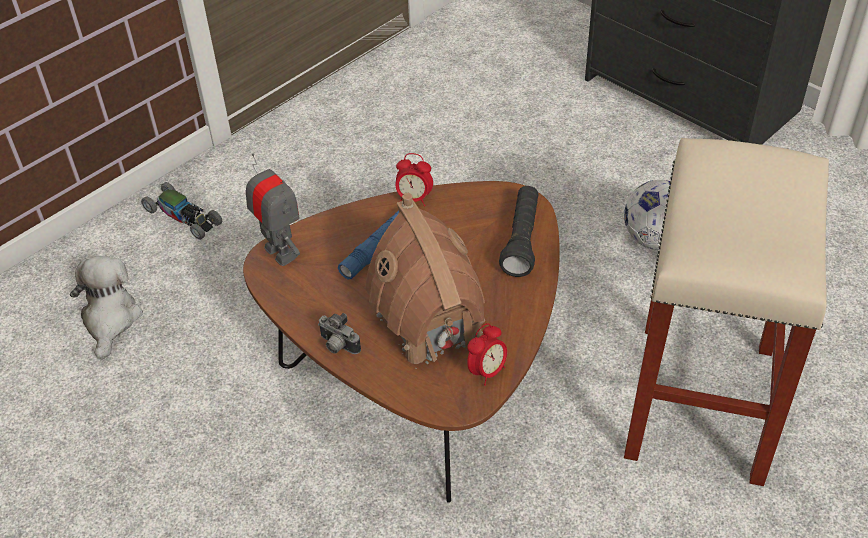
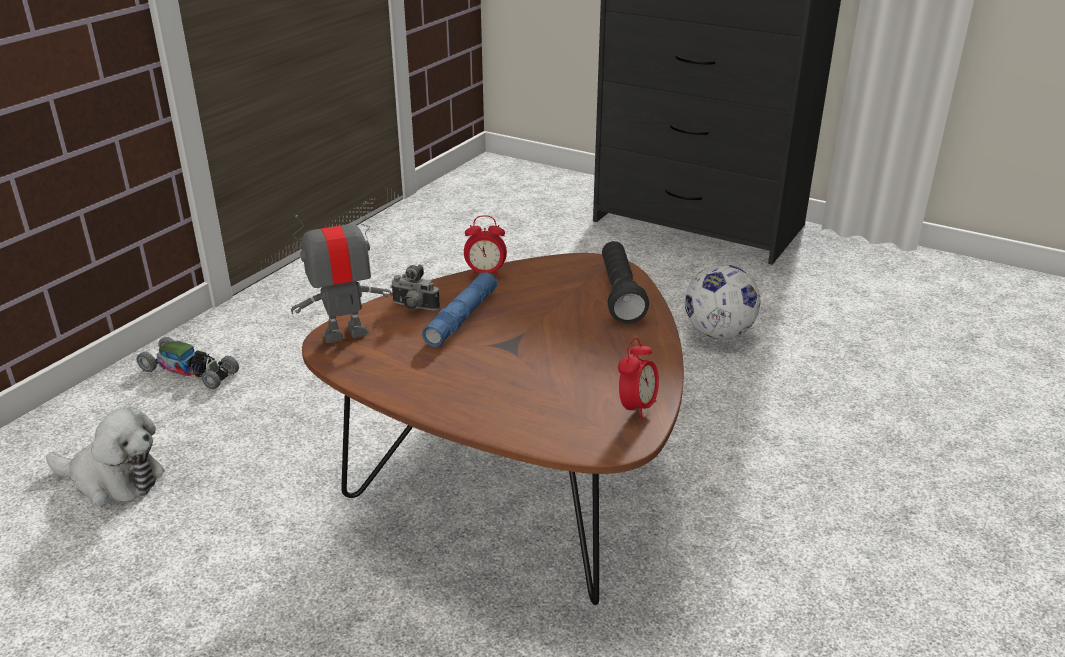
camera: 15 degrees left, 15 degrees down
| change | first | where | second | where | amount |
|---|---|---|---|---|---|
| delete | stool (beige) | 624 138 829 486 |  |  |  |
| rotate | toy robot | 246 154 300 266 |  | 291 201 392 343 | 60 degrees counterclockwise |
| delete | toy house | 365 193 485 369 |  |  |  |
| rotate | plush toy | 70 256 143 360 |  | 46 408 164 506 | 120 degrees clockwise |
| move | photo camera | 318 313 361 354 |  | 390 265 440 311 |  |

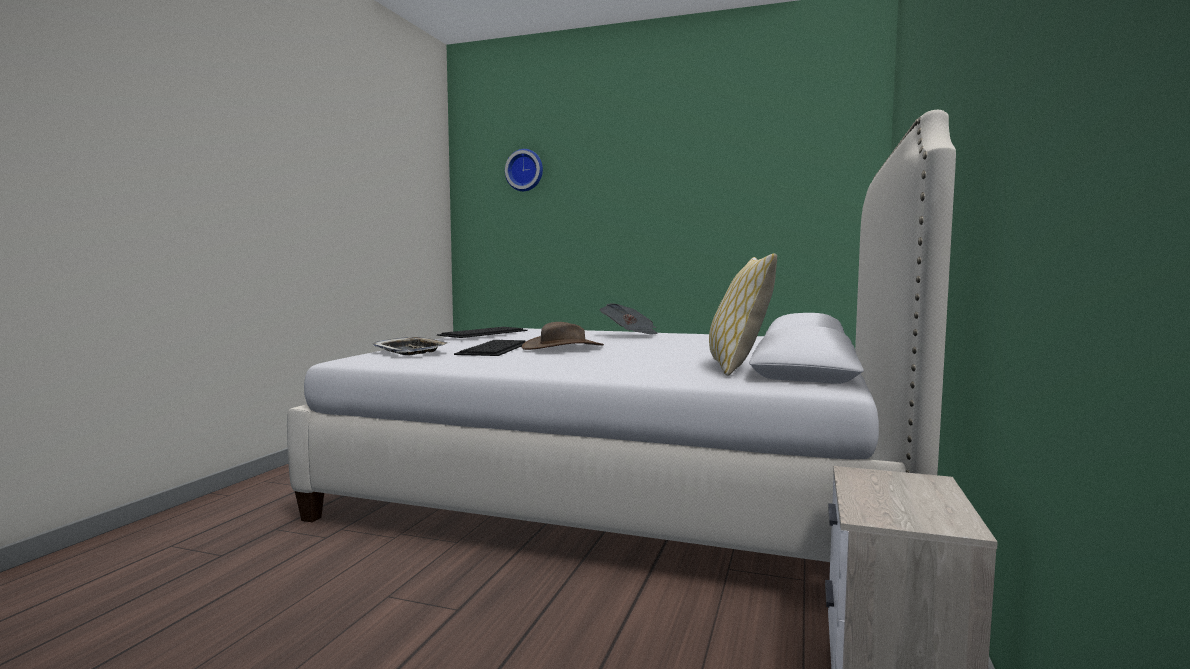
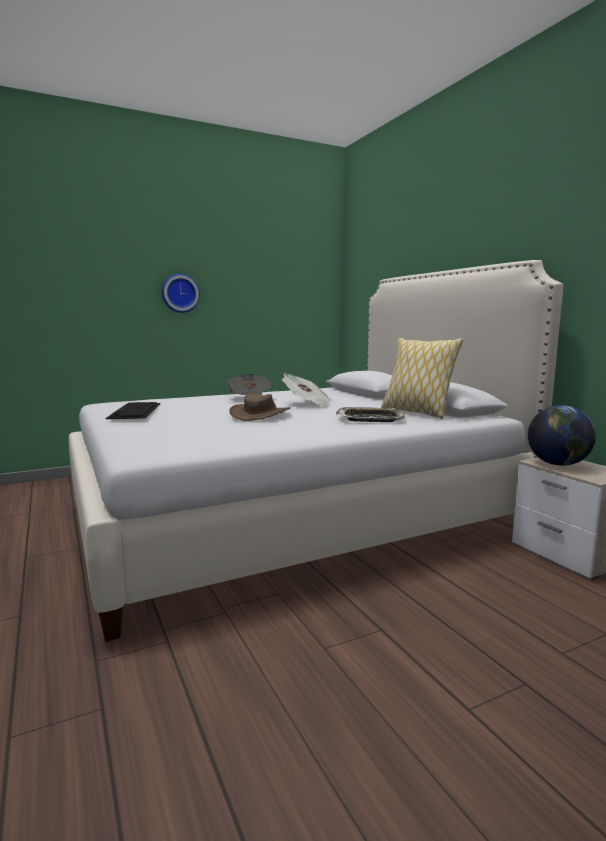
camera: 45 degrees left, 5 degrees up
| change | first | where | second | where | amount |
|---|---|---|---|---|---|
| move | wall clock | 505 149 543 191 |  | 162 274 200 313 |  |
| move | tray | 371 337 450 355 |  | 336 407 405 422 |  |
| delete | keyboard | 454 340 526 356 |  |  |  |
| insert |  |  | newspaper | 282 374 332 407 |  |
| insert |  |  | globe | 528 405 596 466 |  |

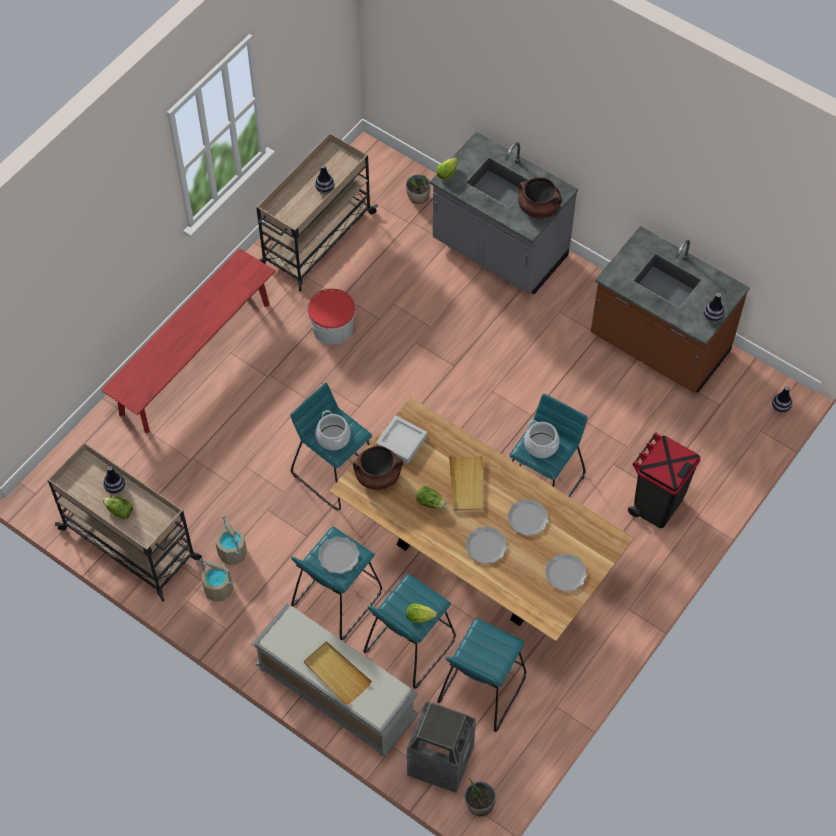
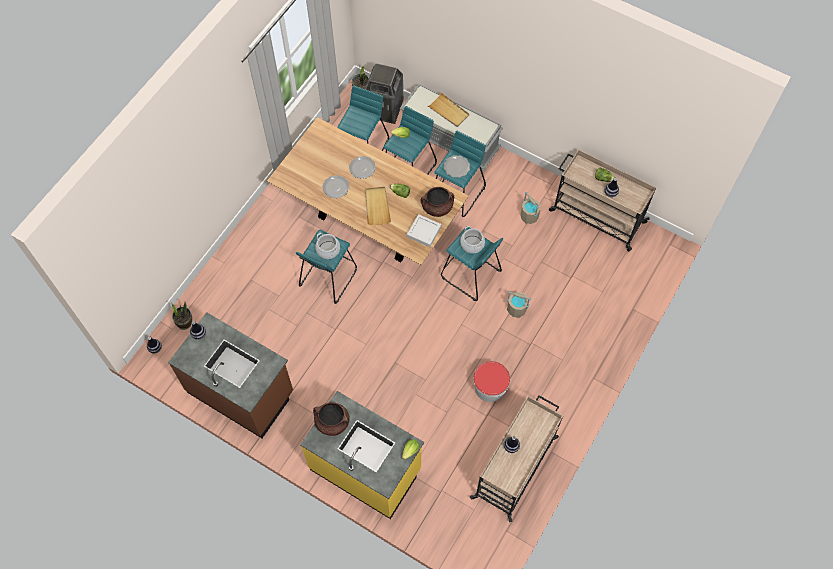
camera: 175 degrees right, 5 degrees up
| change | first | where | second | where | amount |
|---|---|---|---|---|---|
| recolor | counter (grey) | 430 132 578 294 | counter (yellow) | 300 391 424 519 |  |
| move | potted plant | 406 175 431 205 |  | 171 302 192 330 |  |
| delete | bench (red) | 101 248 275 433 |  |  |  |
| delete | trash can (black) | 628 433 701 528 |  |  |  |
| delete | plate | 545 553 587 591 |  |  |  |
| move | bucket (beige) | 199 558 233 602 |  | 507 291 531 318 |  |

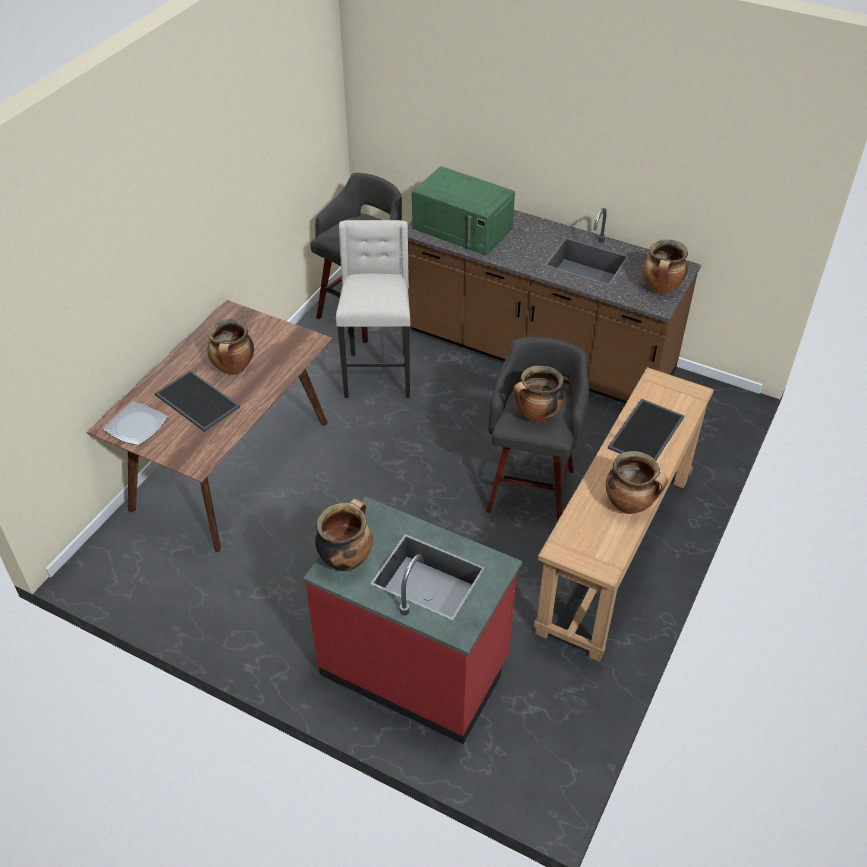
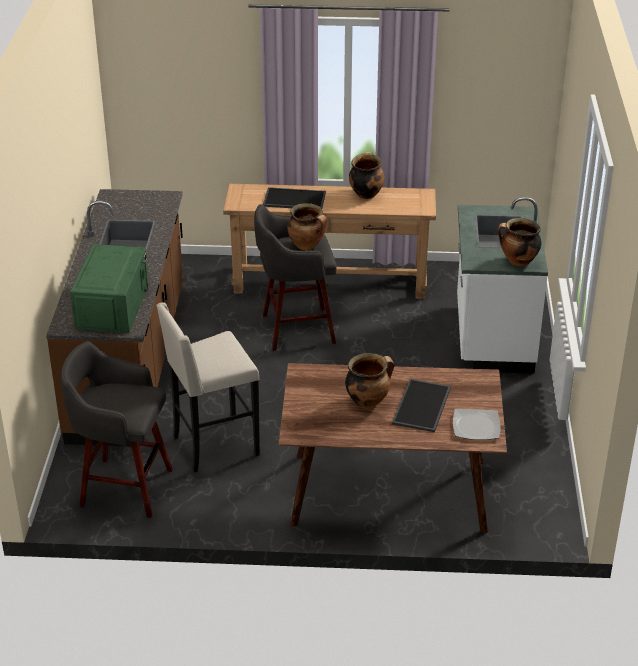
camera: 115 degrees left, 10 degrees down
| change | first | where | second | where | amount |
|---|---|---|---|---|---|
| delete | cooking pot | 642 240 688 294 |  |  |  |
| recolor | counter (red) | 303 496 522 744 | counter (white) | 457 197 548 374 |  |

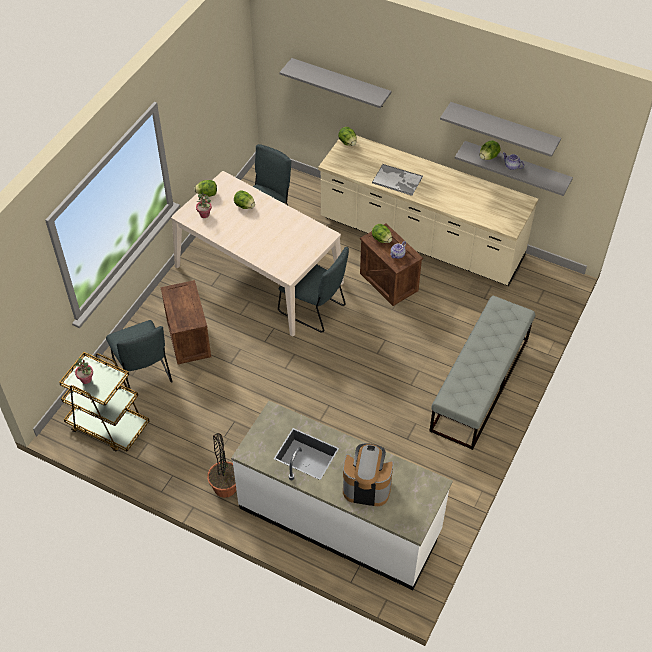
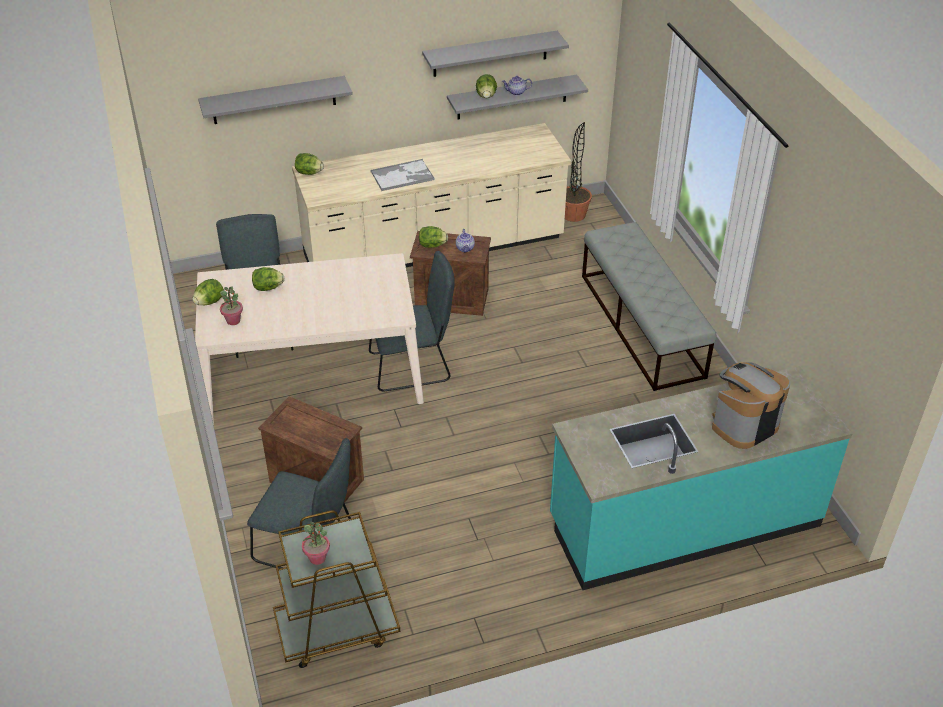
camera: 45 degrees left, 10 degrees down
| change | first | where | second | where | amount |
|---|---|---|---|---|---|
| recolor | counter (white) | 231 401 453 590 | counter (turquoise) | 550 366 852 590 |  |
| move | potted plant | 207 433 236 498 |  | 565 122 592 222 |  |

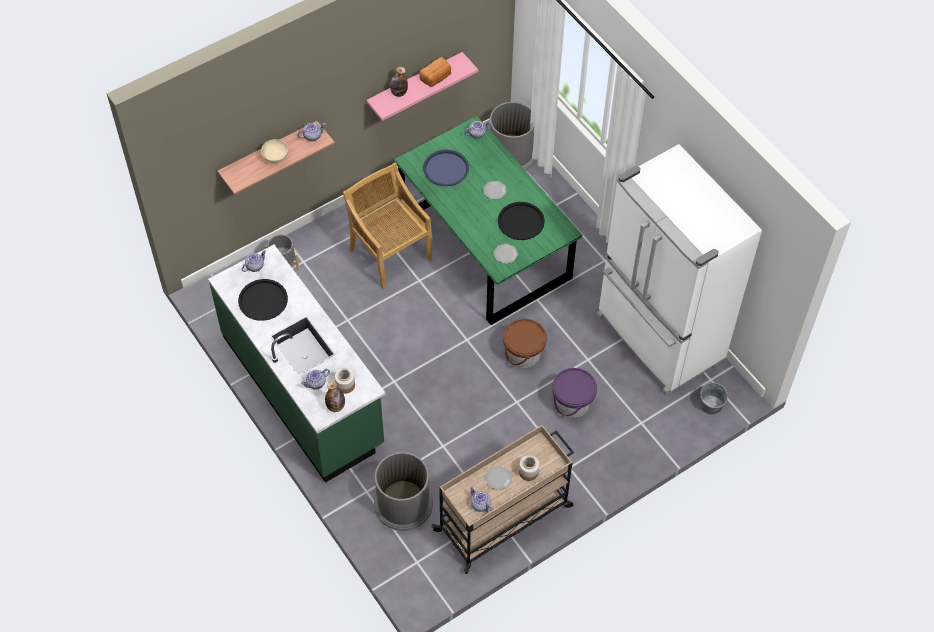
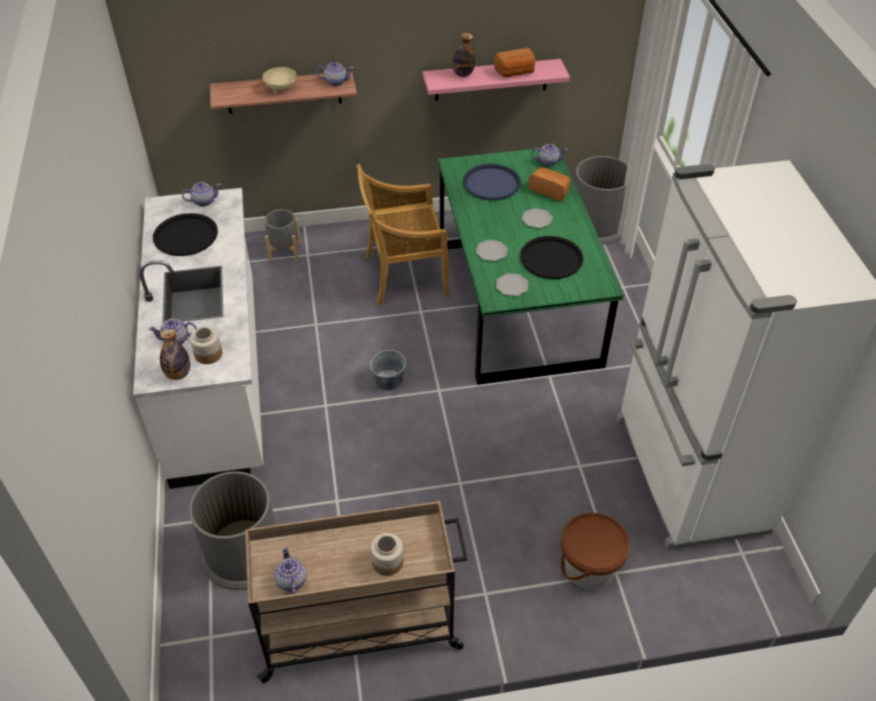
camera: 25 degrees right, 10 degrees down
| change | first | where | second | where | amount |
|---|---|---|---|---|---|
| rotate | chair (beige) | 343 163 432 290 |  | 356 164 449 306 | 90 degrees counterclockwise |
| recolor | counter (green) | 208 245 386 483 | counter (white) | 133 188 263 489 |  |
| move | bucket (brown) | 503 319 547 368 |  | 561 513 630 590 |  |
| delete | bucket (purple) | 552 368 597 418 |  |  |  |
| move | bucket (grey) | 700 383 728 415 |  | 370 350 406 391 |  |
| move | plate | 485 466 512 490 |  | 476 240 508 261 |  |
| insert |  |  | bread | 528 167 571 201 |  |

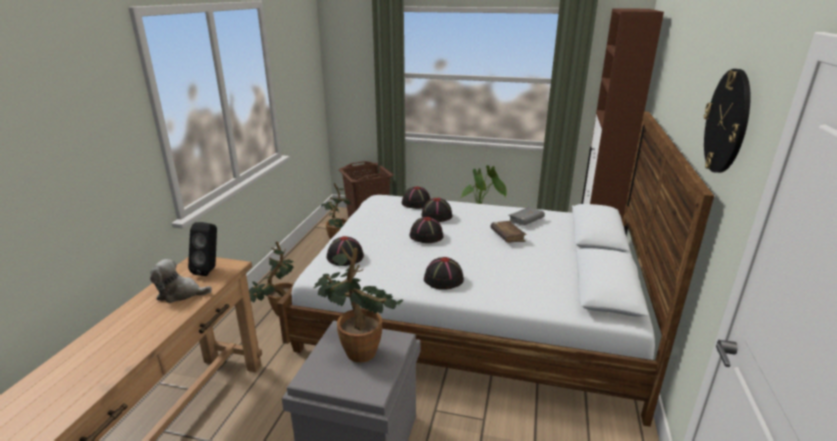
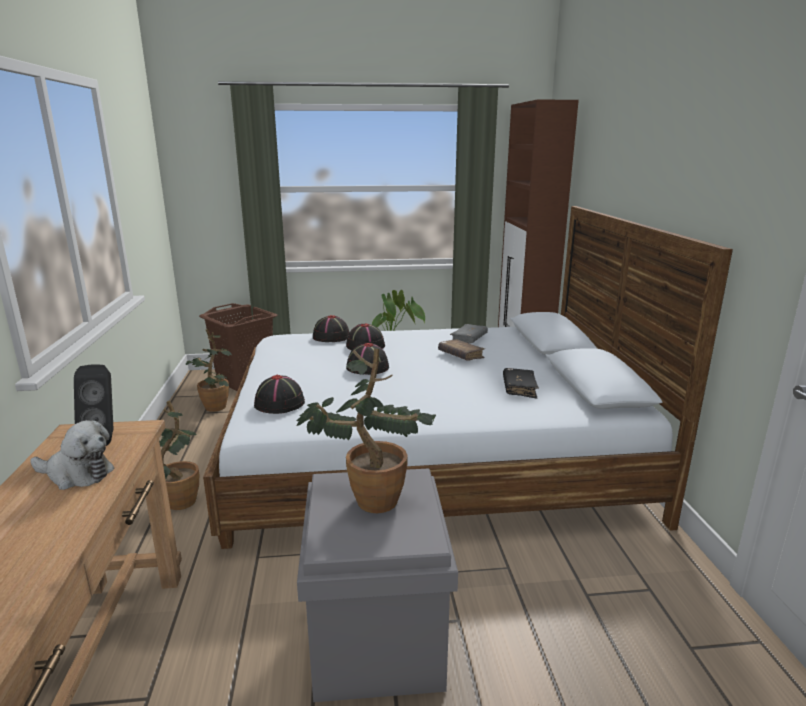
camera: 20 degrees left, 5 degrees down
| change | first | where | second | where | amount |
|---|---|---|---|---|---|
| delete | wall clock | 704 69 751 173 |  |  |  |
| delete | hat (black) | 424 257 464 290 |  |  |  |
| rotate | plush toy | 150 259 212 303 |  | 30 420 115 490 | 150 degrees counterclockwise |
| insert |  |  | book (black) | 503 368 539 398 |  |

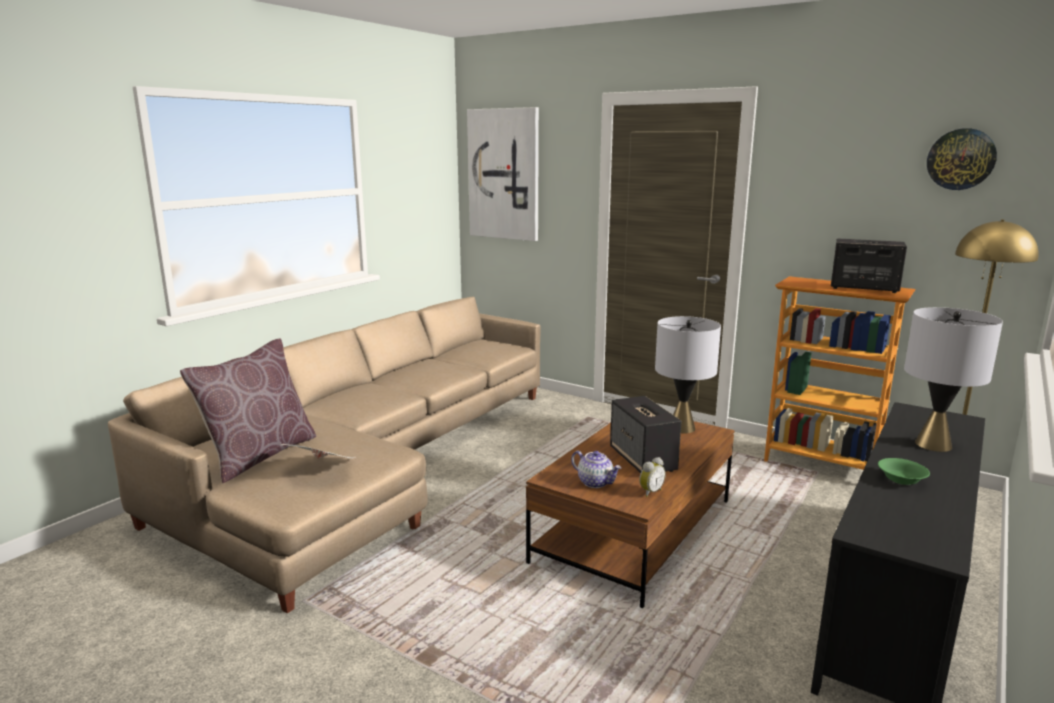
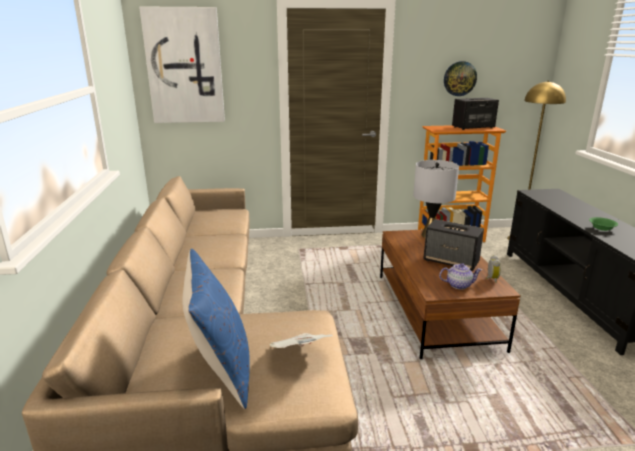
camera: 40 degrees left, 5 degrees up
| change | first | where | second | where | amount |
|---|---|---|---|---|---|
| move | wall clock | 927 128 997 190 |  | 444 61 477 96 |  |
| delete | table lamp (grey) | 904 307 1003 452 |  |  |  |
| recolor | pillow (brown) | 180 338 316 483 | pillow (blue) | 182 249 250 409 |  |

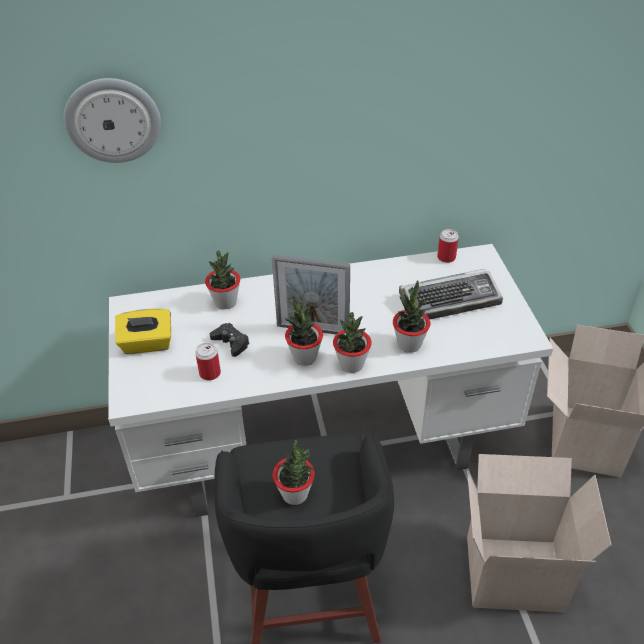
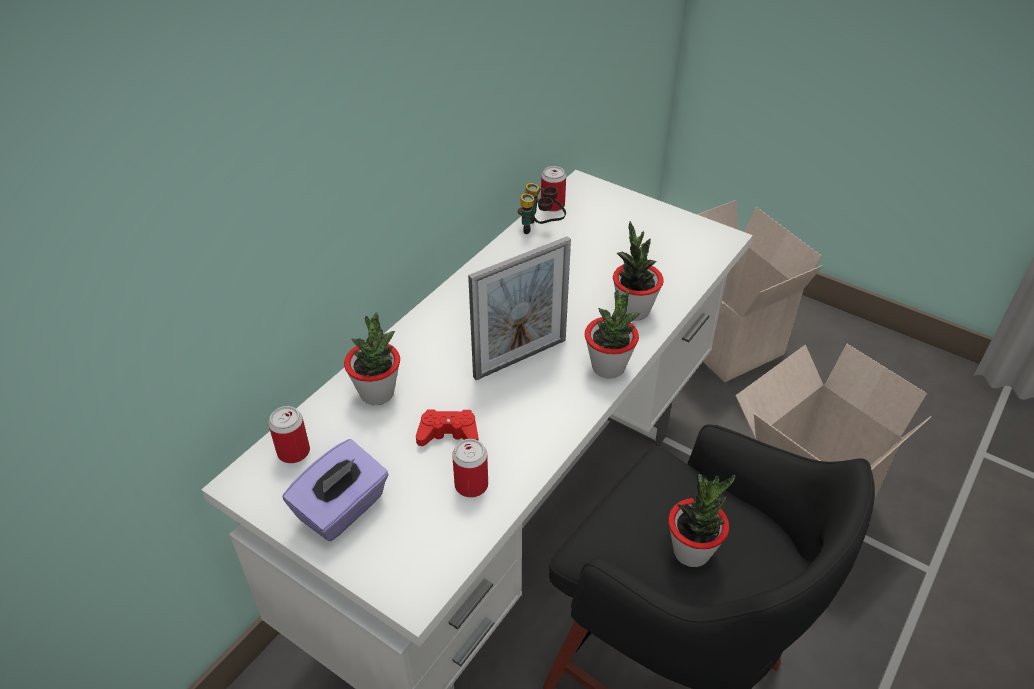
camera: 45 degrees left, 0 degrees up
| change | first | where | second | where | amount |
|---|---|---|---|---|---|
| delete | wall clock | 63 78 161 163 |  |  |  |
| delete | keyboard | 399 269 503 319 |  |  |  |
| delete | potted plant | 285 294 323 366 |  |  |  |
| recolor | tissue box (yellow) | 115 309 171 354 | tissue box (purple) | 283 439 389 541 |  |
| recolor | game controller (black) | 210 323 250 357 | game controller (red) | 416 409 479 446 |  |
| insert |  |  | binoculars | 518 183 566 234 |  |
| insert |  |  | can | 268 406 310 463 |  |

